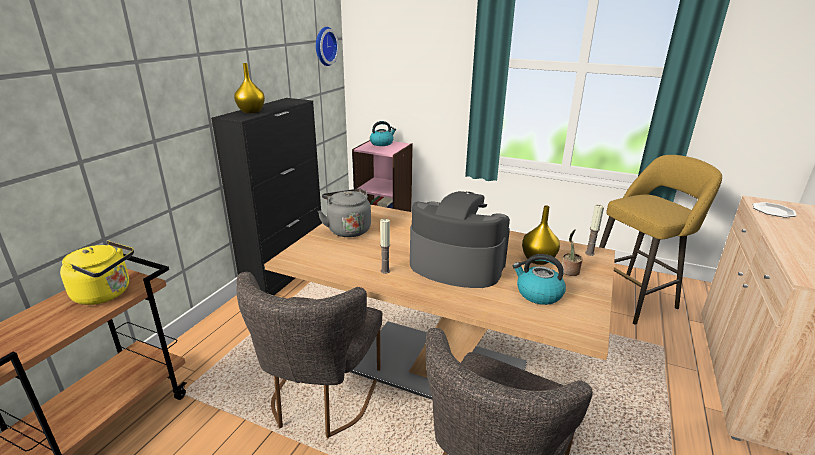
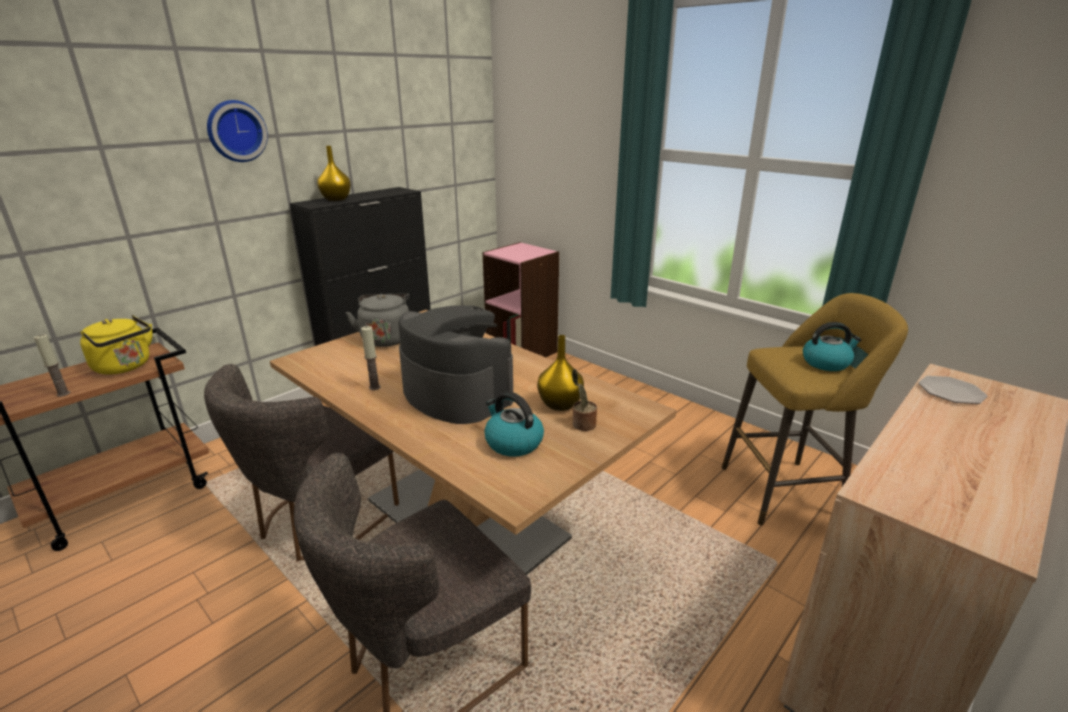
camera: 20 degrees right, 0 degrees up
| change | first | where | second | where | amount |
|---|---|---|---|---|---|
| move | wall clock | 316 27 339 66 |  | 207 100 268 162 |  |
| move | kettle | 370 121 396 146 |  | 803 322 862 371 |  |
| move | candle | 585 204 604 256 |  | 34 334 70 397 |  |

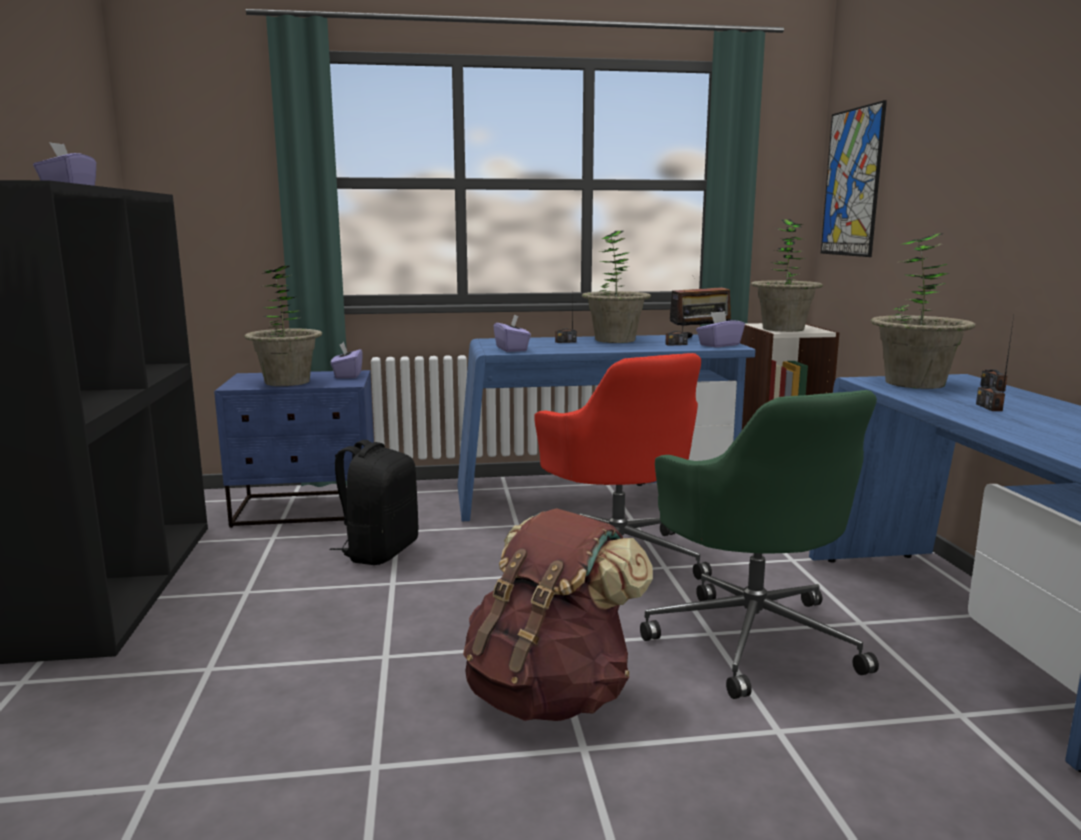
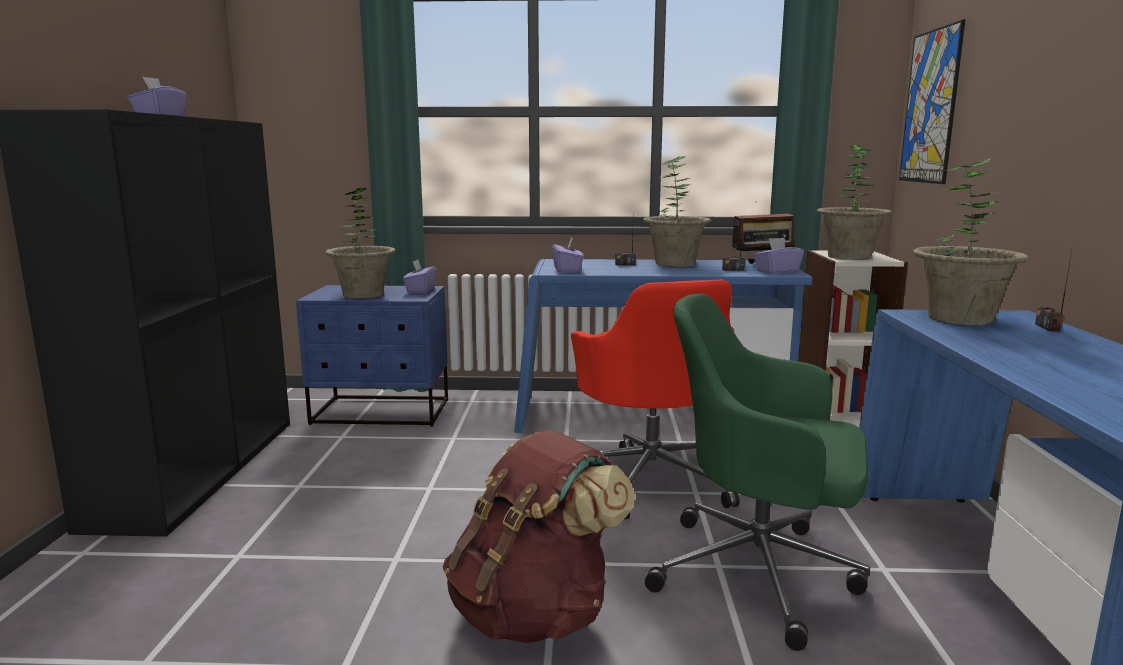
camera: 10 degrees right, 0 degrees up
| change | first | where | second | where | amount |
|---|---|---|---|---|---|
| delete | radio | 976 325 1013 411 |  |  |  |
| rotate | office chair (green) | 640 390 879 699 |  | 645 293 870 651 | 120 degrees clockwise |
| delete | backpack (black) | 330 440 418 565 |  |  |  |

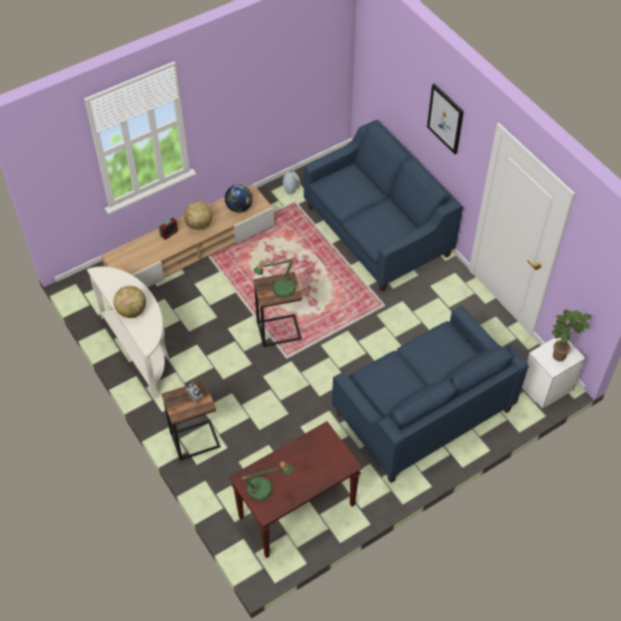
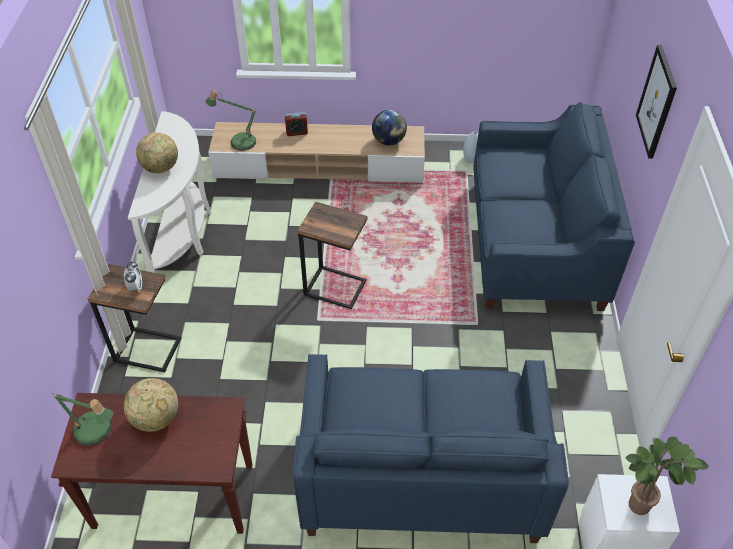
camera: 35 degrees right, 5 degrees down
| change | first | where | second | where | amount |
|---|---|---|---|---|---|
| move | globe | 184 201 212 230 |  | 124 378 178 432 |  |
| move | table lamp | 254 259 296 298 |  | 205 90 258 151 |  |

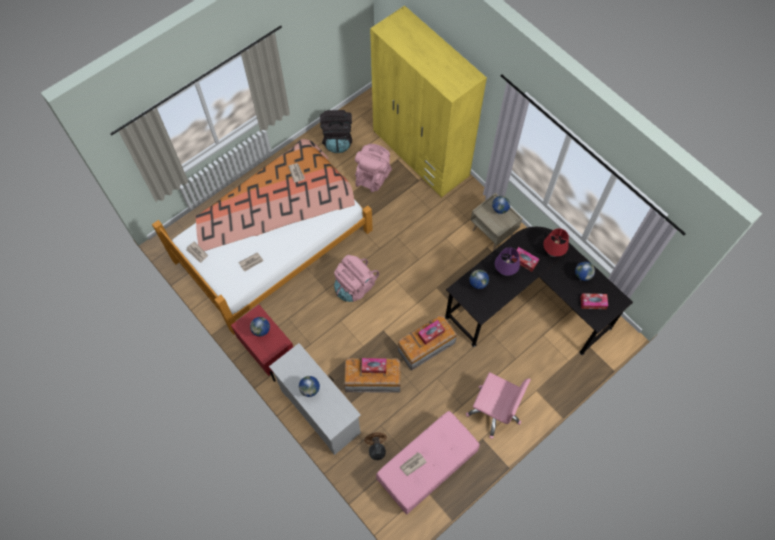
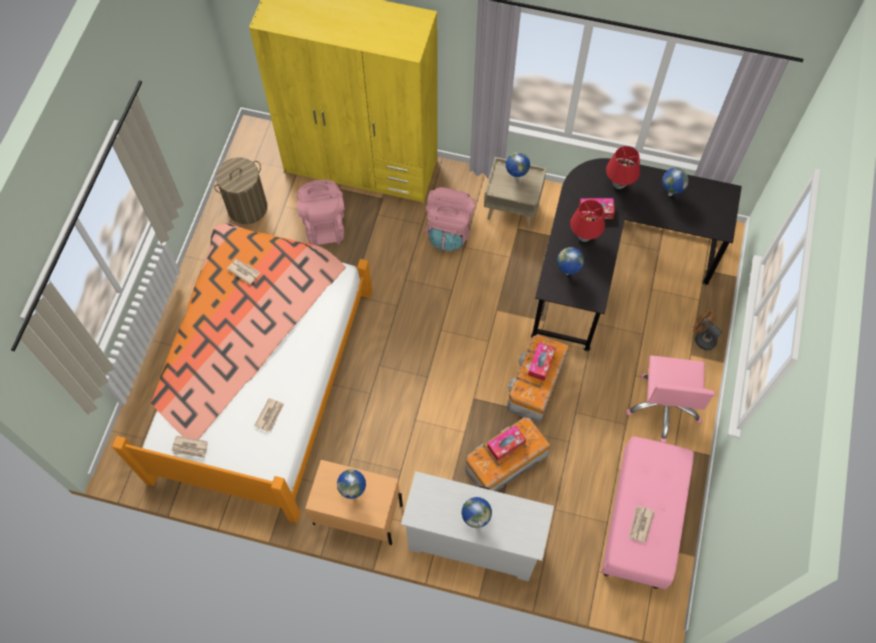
camera: 35 degrees left, 0 degrees up
| change | first | where | second | where | amount |
|---|---|---|---|---|---|
| replace | backpack (black) | 320 110 352 153 | laundry basket | 214 157 267 224 |  |
| recolor | table lamp (purple) | 495 247 520 276 | table lamp (red) | 570 200 605 242 |  |
| move | backpack (pink) | 334 255 379 302 |  | 424 187 475 251 |  |
| delete | tissue box | 580 293 608 309 |  |  |  |
| recolor | nightstand (red) | 231 304 293 382 | nightstand (beige) | 305 460 403 545 |  |
| rotate | office chair (pink) | 466 372 531 439 |  | 626 355 715 443 | 105 degrees clockwise |
| move | fan (brown) | 364 432 387 460 |  | 693 310 722 351 |  |

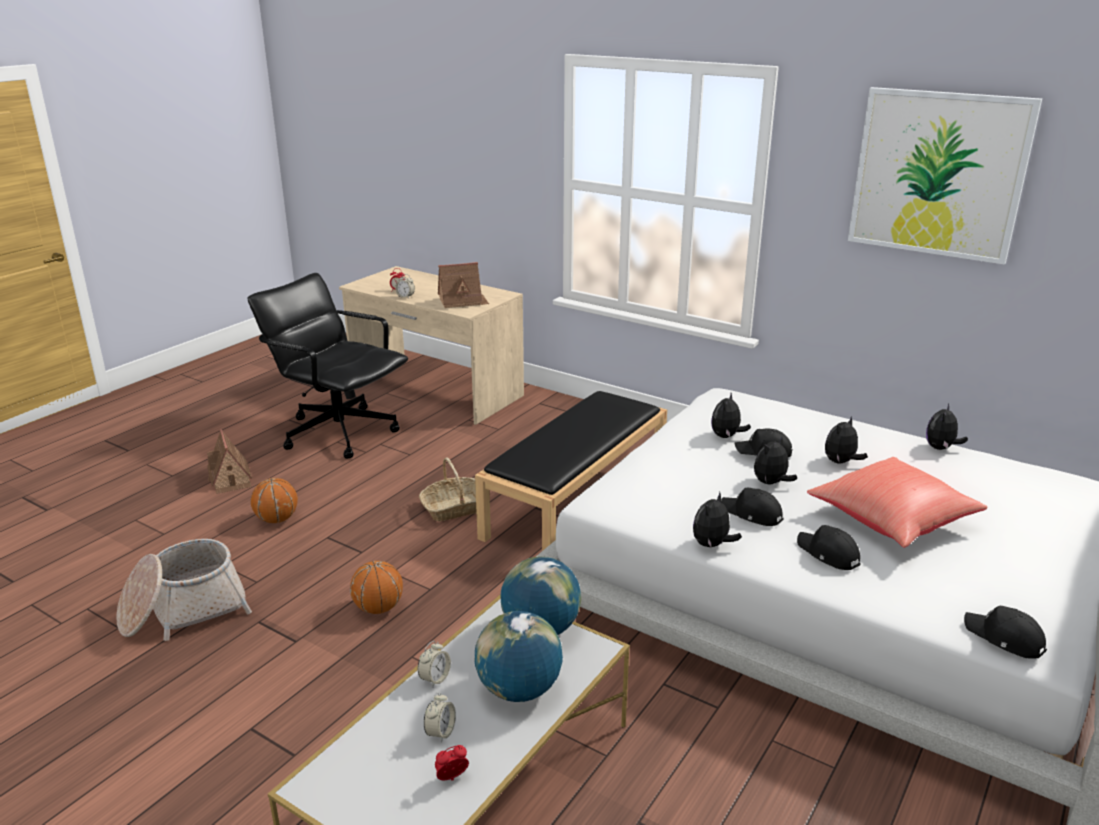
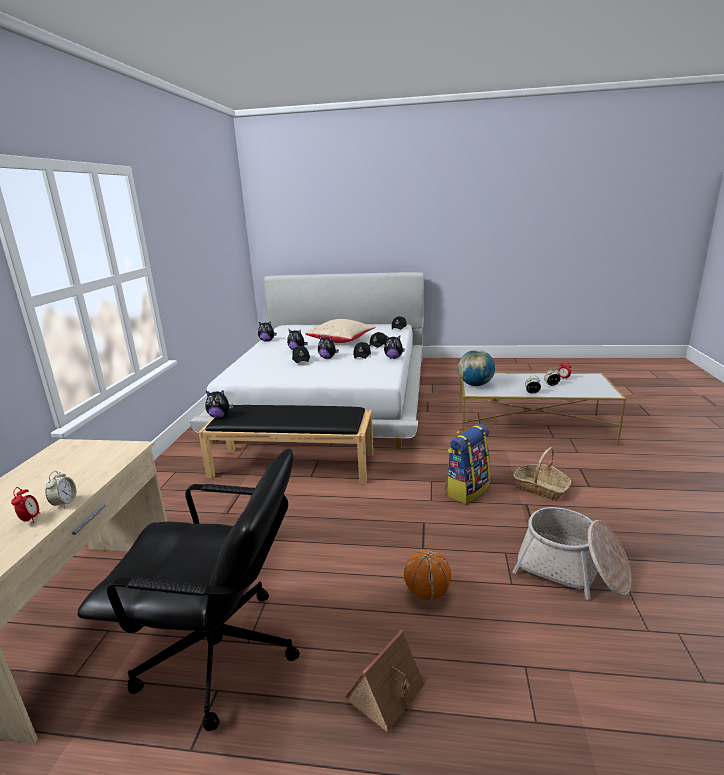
camera: 115 degrees left, 5 degrees down
| change | first | where | second | where | amount |
|---|---|---|---|---|---|
| delete | picture | 848 87 1042 264 |  |  |  |
| delete | toy house | 438 262 489 308 |  |  |  |
| rotate | office chair (black) | 248 273 408 459 |  | 77 448 300 731 | 90 degrees counterclockwise |
| move | plush toy | 711 393 751 438 |  | 206 390 233 418 |  |
| move | basket | 419 457 477 521 |  | 513 447 571 501 |  |
| recolor | pillow (red) | 807 457 987 548 | pillow (beige) | 305 319 376 343 |  |
| replace | basketball | 350 561 403 614 | backpack | 445 424 491 504 |  |
| delete | globe | 475 611 563 702 |  |  |  |

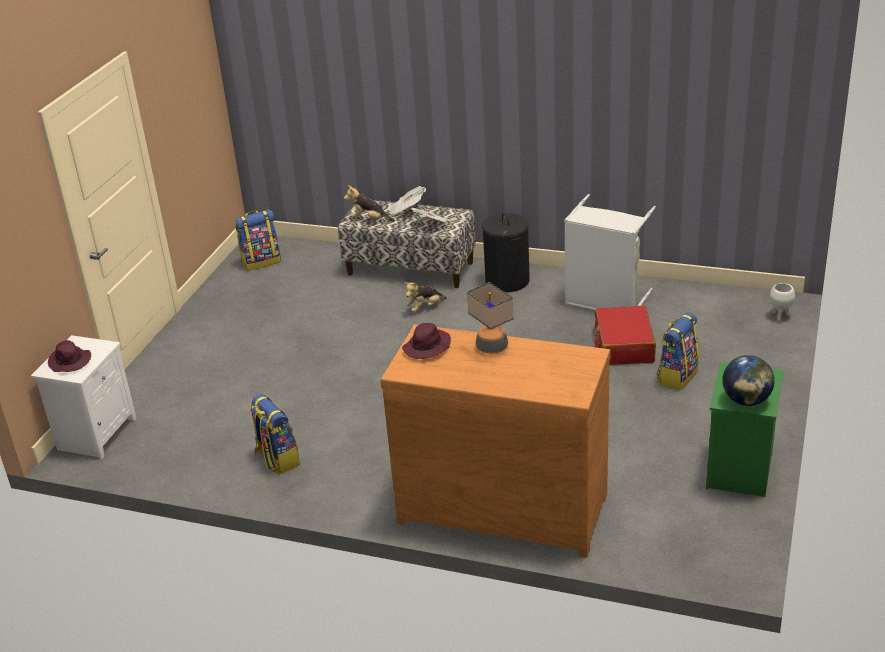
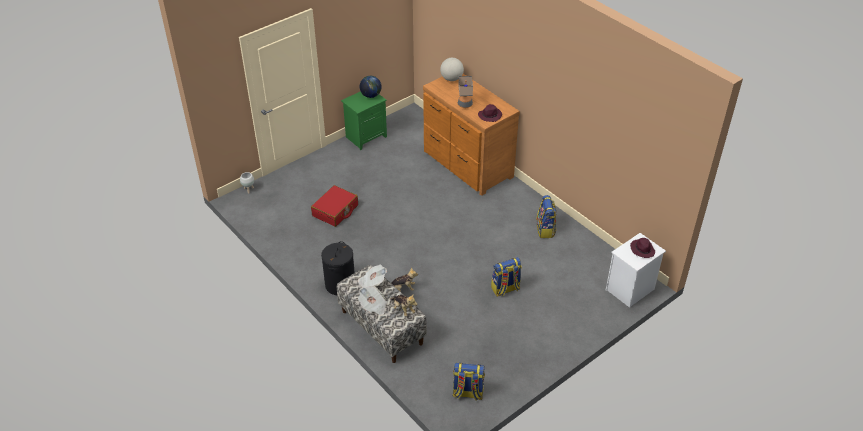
camera: 150 degrees left, 10 degrees up
| change | first | where | second | where | amount |
|---|---|---|---|---|---|
| delete | laundry basket (grey) | 564 194 656 310 |  |  |  |
| move | backpack | 657 312 699 390 |  | 491 257 522 297 |  |
| insert |  |  | globe | 440 58 464 81 |  |

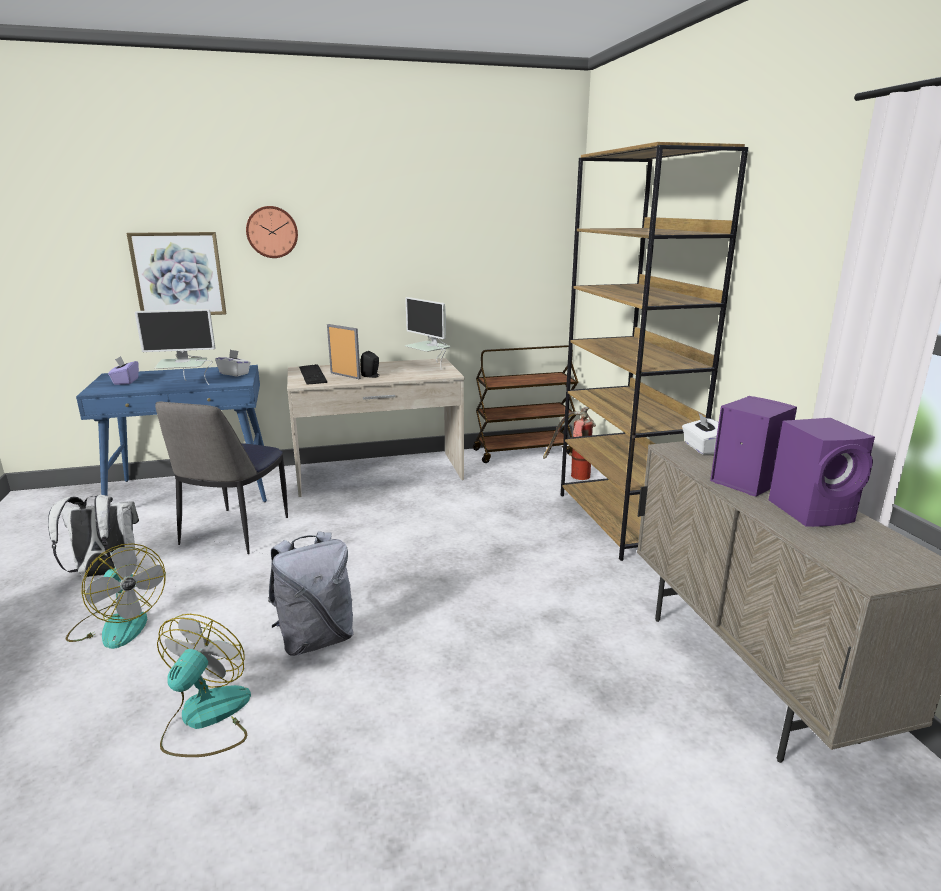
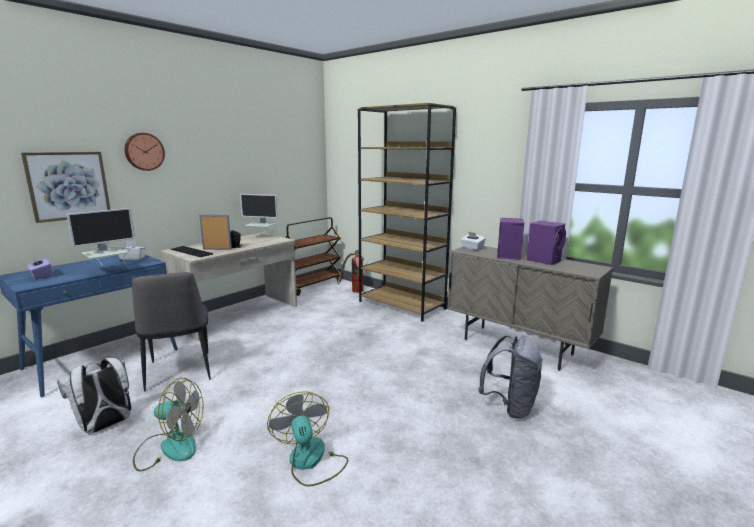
camera: 35 degrees left, 5 degrees down
| change | first | where | second | where | amount |
|---|---|---|---|---|---|
| move | backpack (grey) | 268 531 354 656 |  | 478 334 543 419 |  |

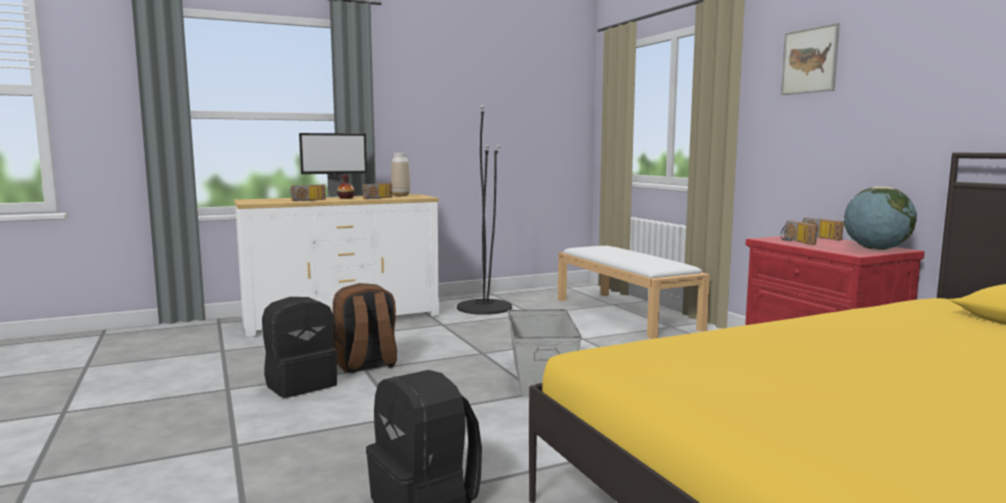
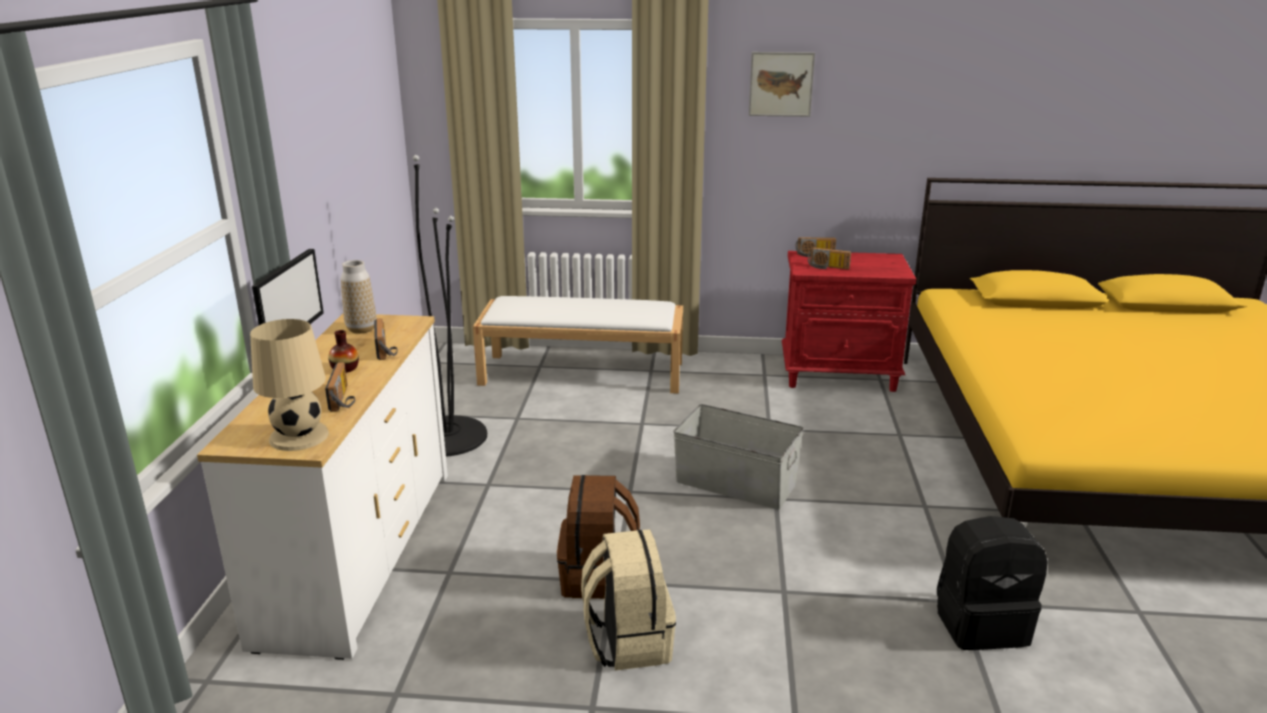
camera: 60 degrees left, 15 degrees up
| change | first | where | second | where | amount |
|---|---|---|---|---|---|
| delete | globe | 844 186 917 250 |  |  |  |
| recolor | backpack (black) | 262 297 337 398 | backpack (beige) | 581 529 676 671 |  |
| insert |  |  | table lamp (beige) | 250 319 329 451 |  |

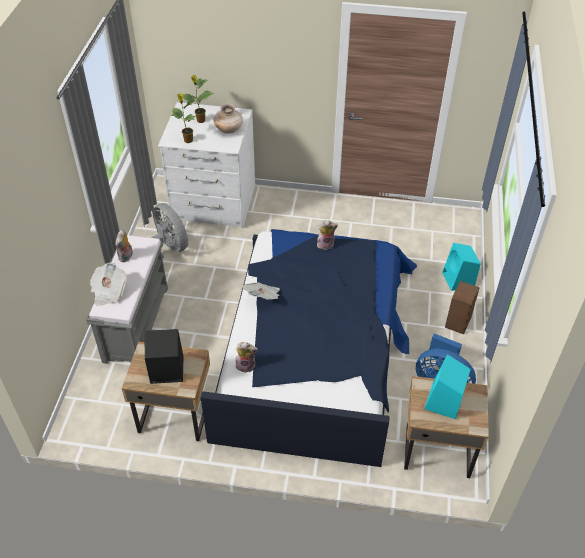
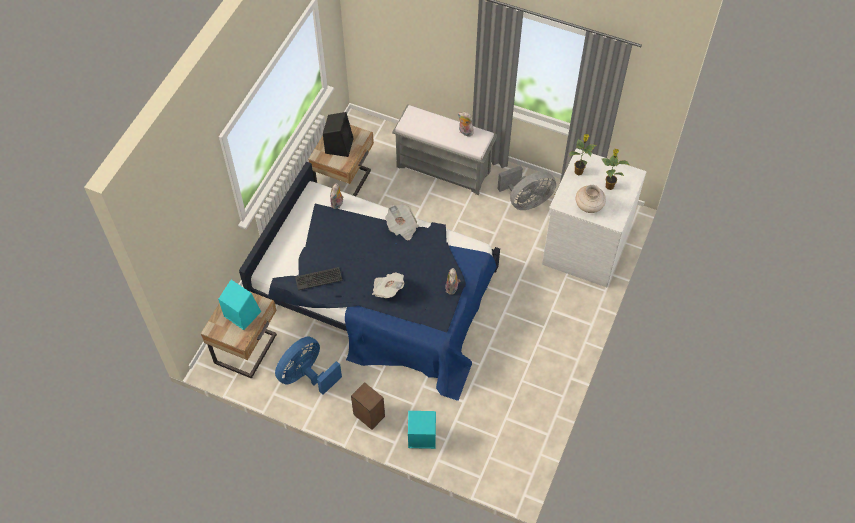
camera: 105 degrees right, 10 degrees up
| change | first | where | second | where | amount |
|---|---|---|---|---|---|
| move | newspaper | 90 262 127 306 |  | 372 272 404 298 |  |
| insert |  |  | keyboard | 295 267 343 290 |  |

